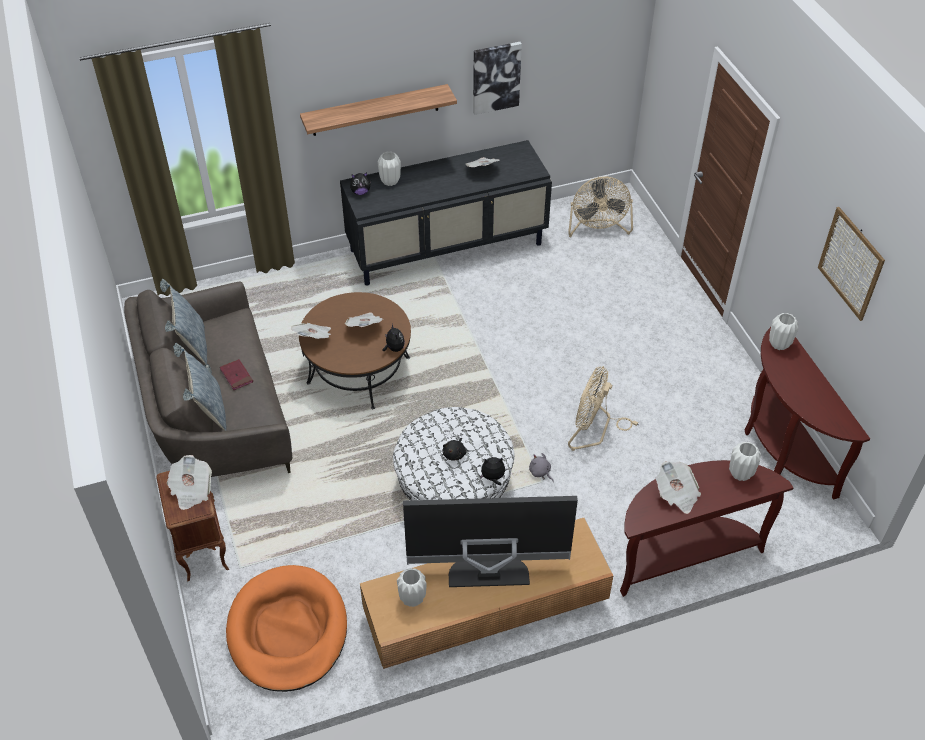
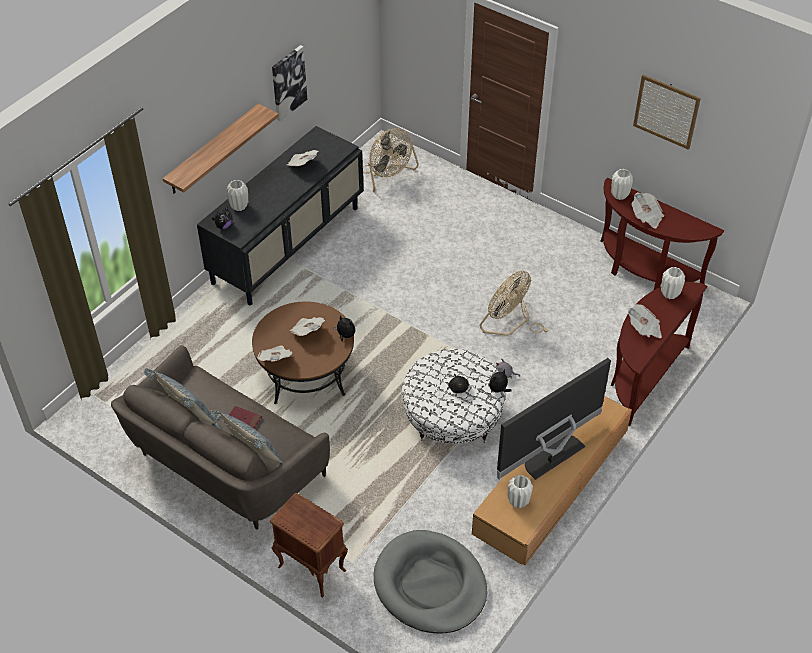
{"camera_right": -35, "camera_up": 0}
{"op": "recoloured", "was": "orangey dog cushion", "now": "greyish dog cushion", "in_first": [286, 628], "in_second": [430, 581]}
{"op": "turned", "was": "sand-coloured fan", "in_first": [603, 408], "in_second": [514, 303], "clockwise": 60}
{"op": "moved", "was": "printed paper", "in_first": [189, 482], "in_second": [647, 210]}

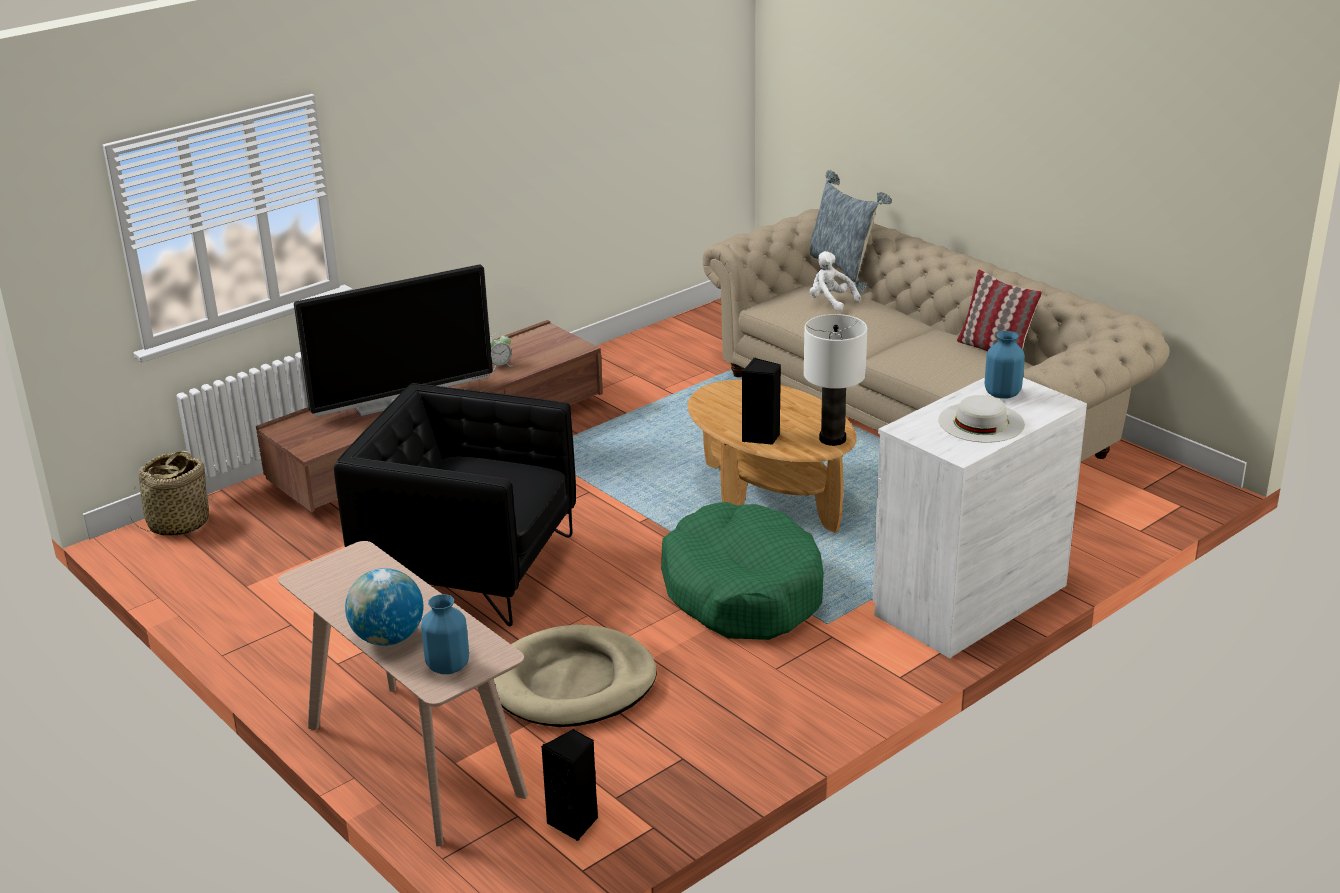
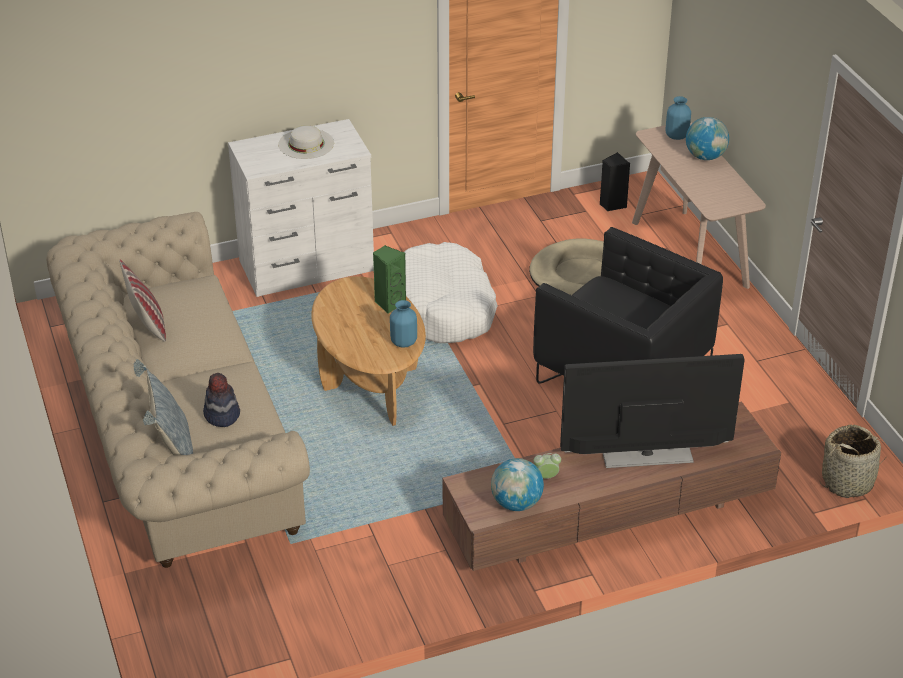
{"camera_right": -160, "camera_up": 10}
{"op": "replaced", "was": "white-coloured cuddly toy", "now": "clothing hat", "in_first": [835, 281], "in_second": [221, 400]}
{"op": "recoloured", "was": "black-coloured audio speaker", "now": "greenish audio speaker", "in_first": [761, 401], "in_second": [389, 280]}
{"op": "moved", "was": "bluish flower vase", "in_first": [1005, 365], "in_second": [403, 324]}
{"op": "recoloured", "was": "greenish dog cushion", "now": "white-coloured dog cushion", "in_first": [742, 571], "in_second": [451, 292]}
{"op": "added", "now": "desk globe", "in_second": [517, 484]}
{"op": "removed", "was": "white-coloured lamp for a table", "in_first": [835, 380]}

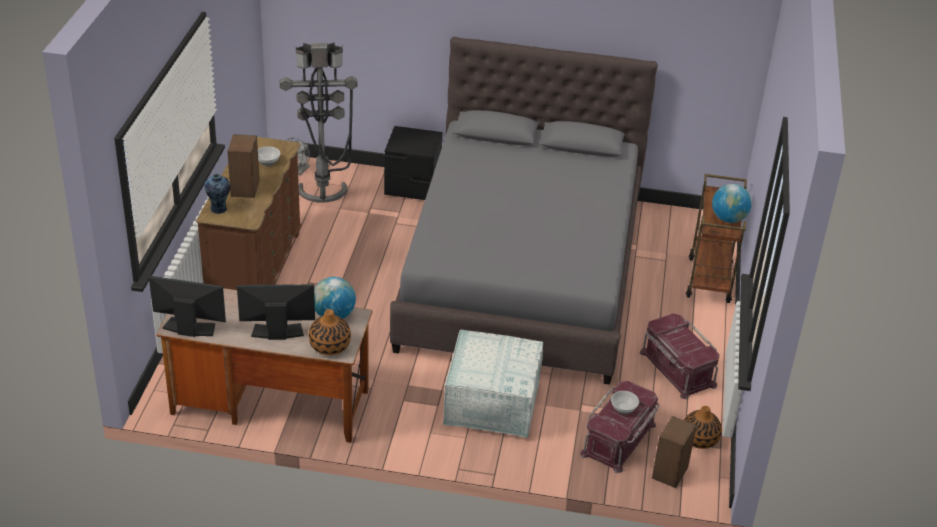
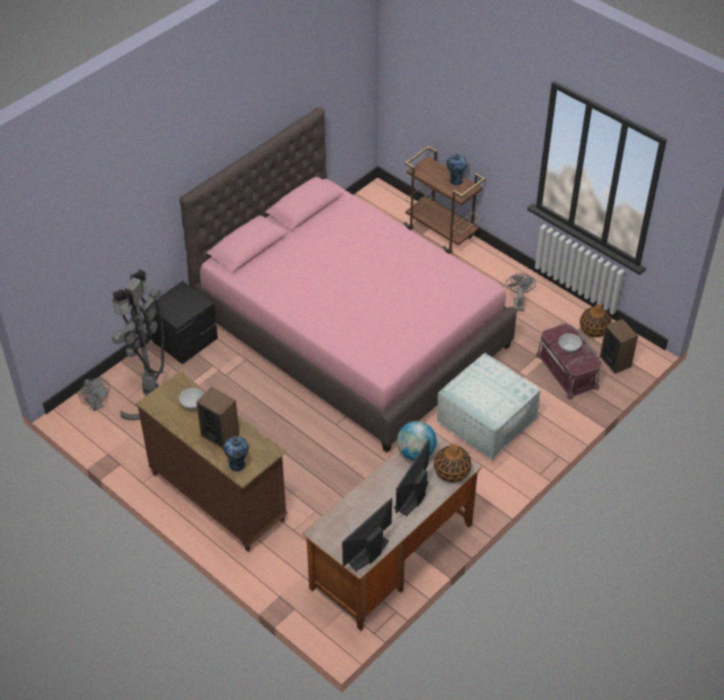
{"camera_right": -55, "camera_up": 10}
{"op": "recoloured", "was": "greyish bed", "now": "pink bed", "in_first": [524, 211], "in_second": [348, 279]}
{"op": "replaced", "was": "desk globe", "now": "flower vase", "in_first": [732, 203], "in_second": [457, 169]}
{"op": "replaced", "was": "red-coloured storage container", "now": "greyish fan", "in_first": [680, 356], "in_second": [521, 292]}

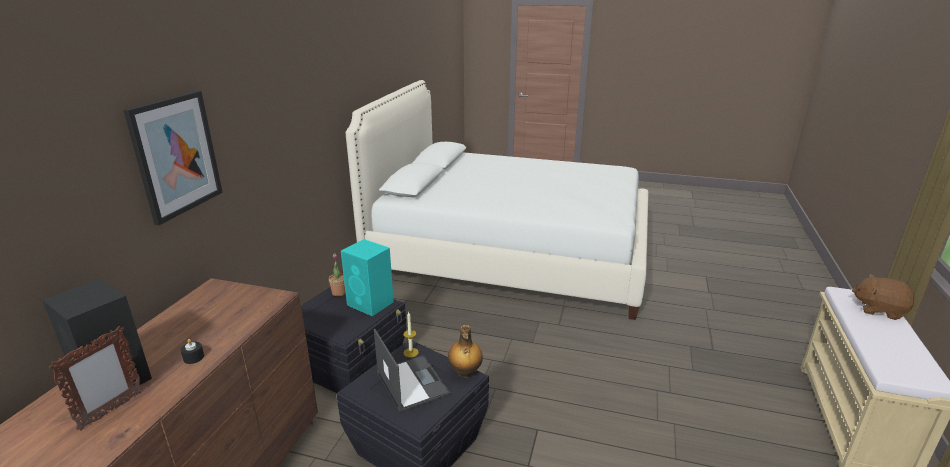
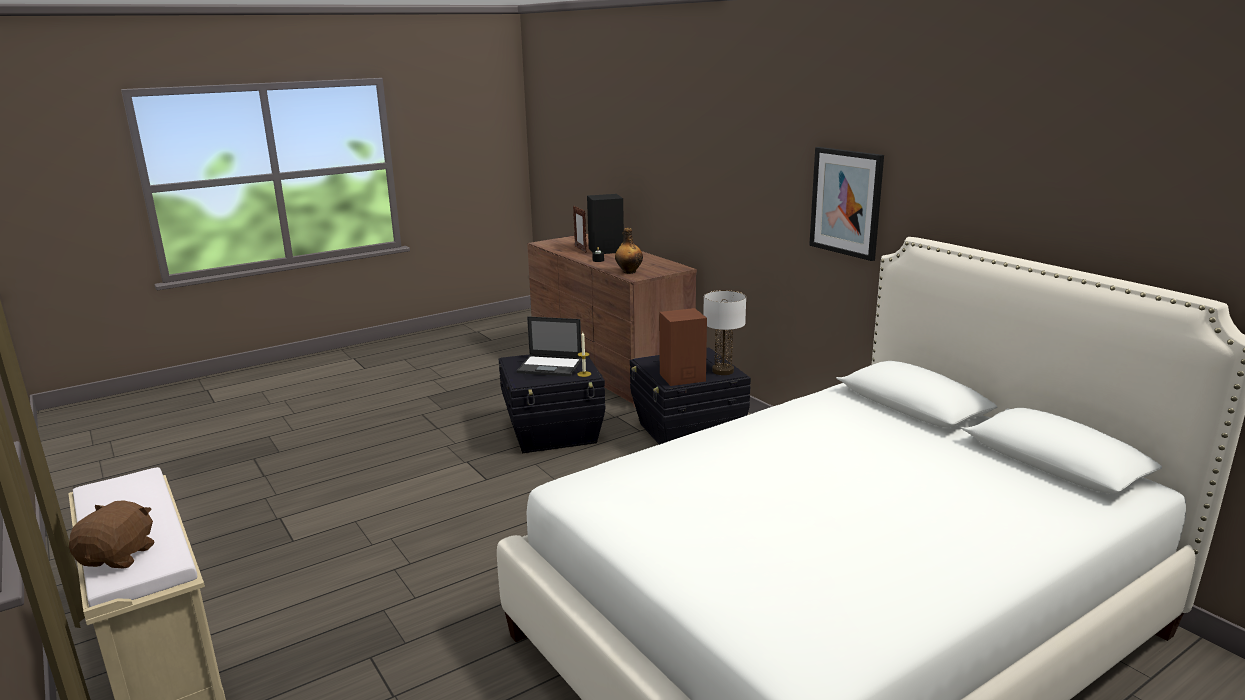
{"camera_right": 130, "camera_up": -5}
{"op": "turned", "was": "brown-coloured cuddly toy", "in_first": [883, 296], "in_second": [111, 534], "clockwise": -60}
{"op": "moved", "was": "drink bottle", "in_first": [465, 351], "in_second": [629, 251]}
{"op": "recoloured", "was": "turquoise audio speaker", "now": "brown-coloured audio speaker", "in_first": [367, 277], "in_second": [683, 347]}
{"op": "replaced", "was": "plant in a pot", "now": "lamp for a table", "in_first": [337, 274], "in_second": [724, 332]}
{"op": "moved", "was": "picture", "in_first": [173, 157], "in_second": [846, 204]}

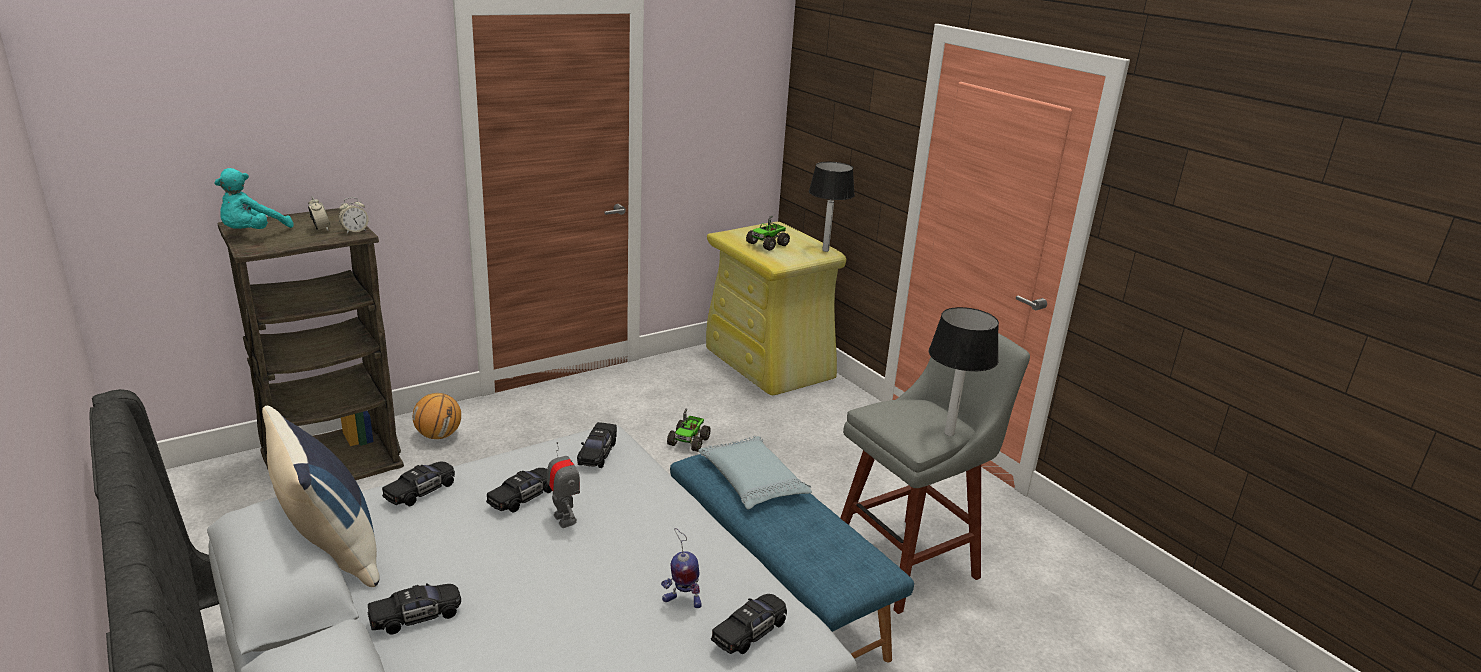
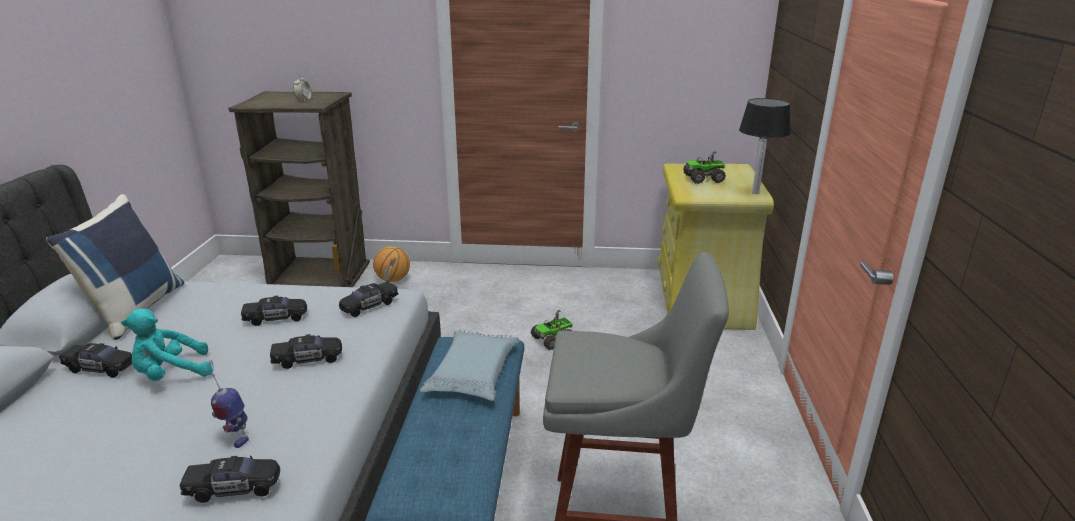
{"camera_right": 40, "camera_up": 0}
{"op": "moved", "was": "turquoise cuddly toy", "in_first": [254, 198], "in_second": [166, 345]}
{"op": "moved", "was": "black-coloured miniature car", "in_first": [418, 484], "in_second": [306, 351]}
{"op": "removed", "was": "table clock", "in_first": [354, 215]}
{"op": "removed", "was": "toy robot", "in_first": [563, 485]}
{"op": "removed", "was": "lamp for a table", "in_first": [964, 371]}

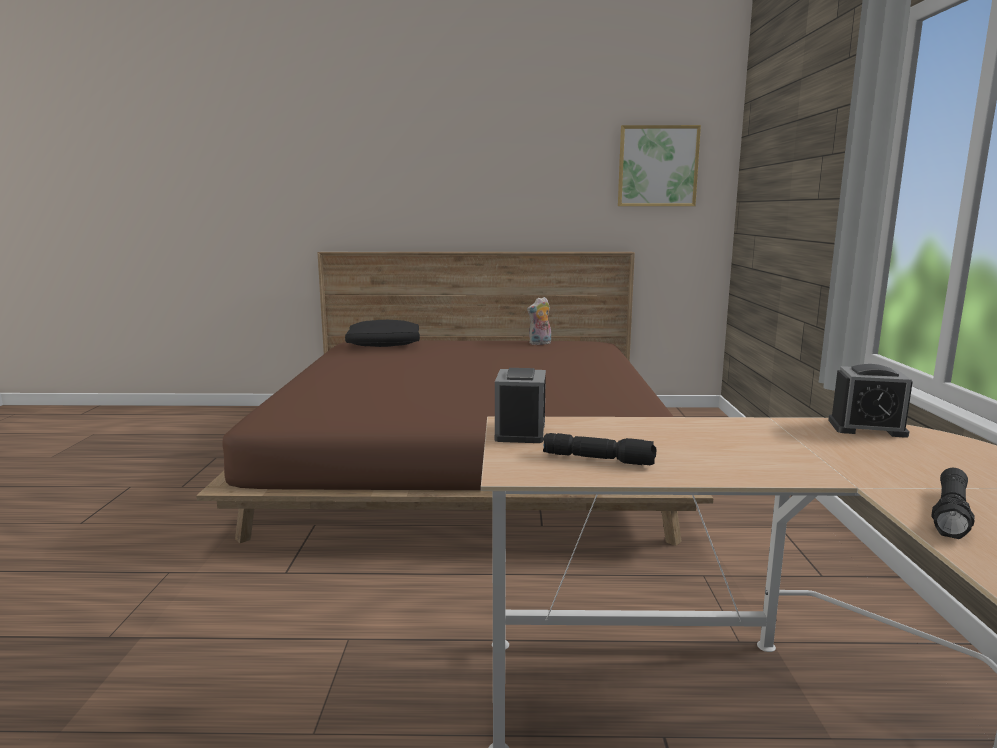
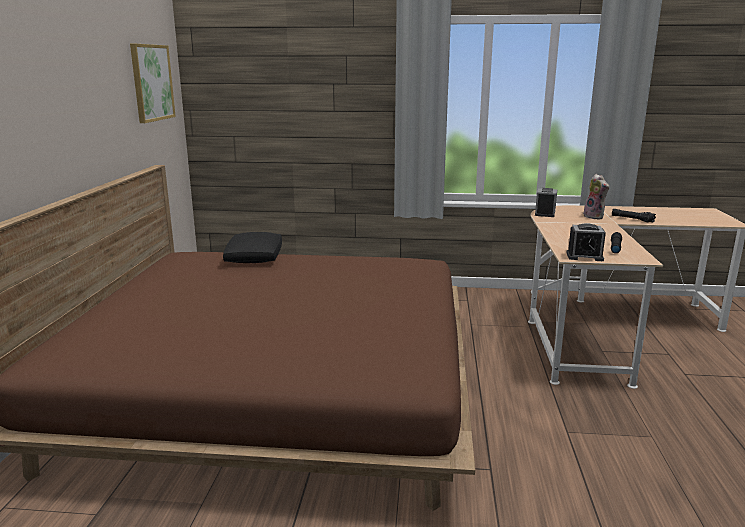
{"camera_right": -85, "camera_up": 5}
{"op": "moved", "was": "black-coloured cushion", "in_first": [382, 333], "in_second": [252, 247]}
{"op": "moved", "was": "cuddly toy", "in_first": [539, 321], "in_second": [596, 197]}

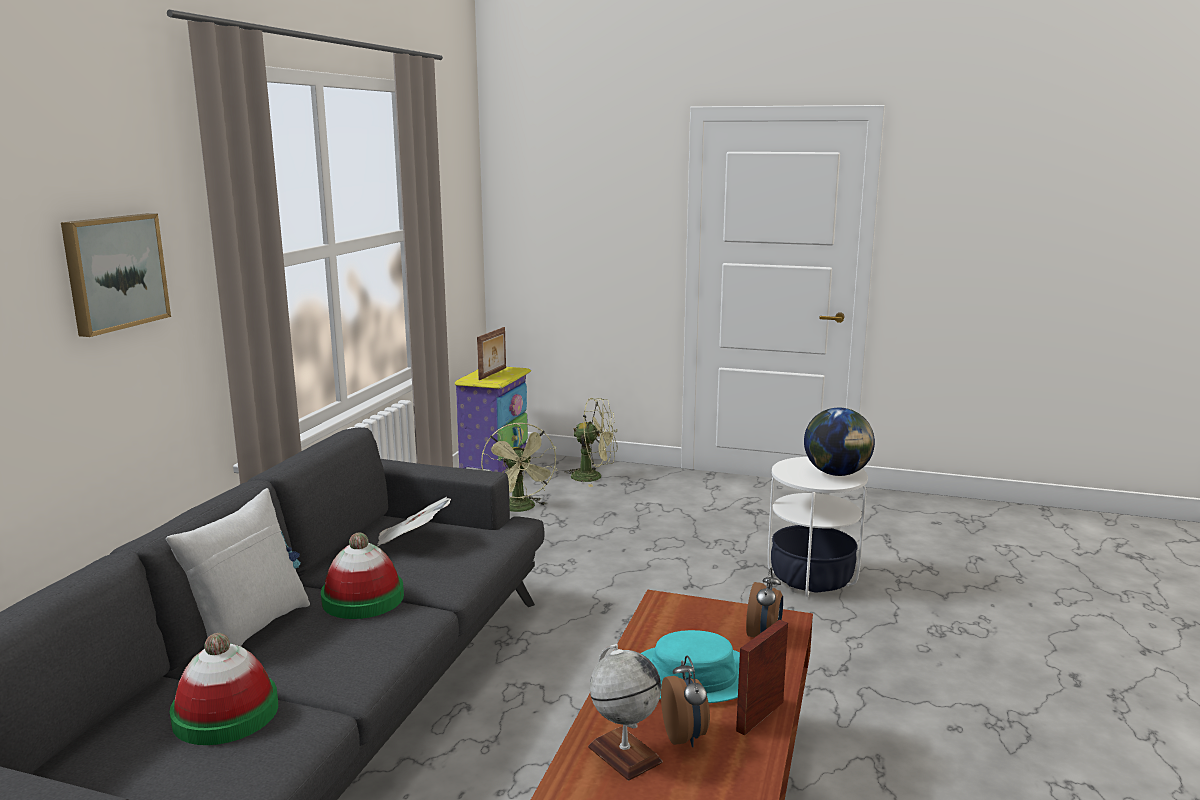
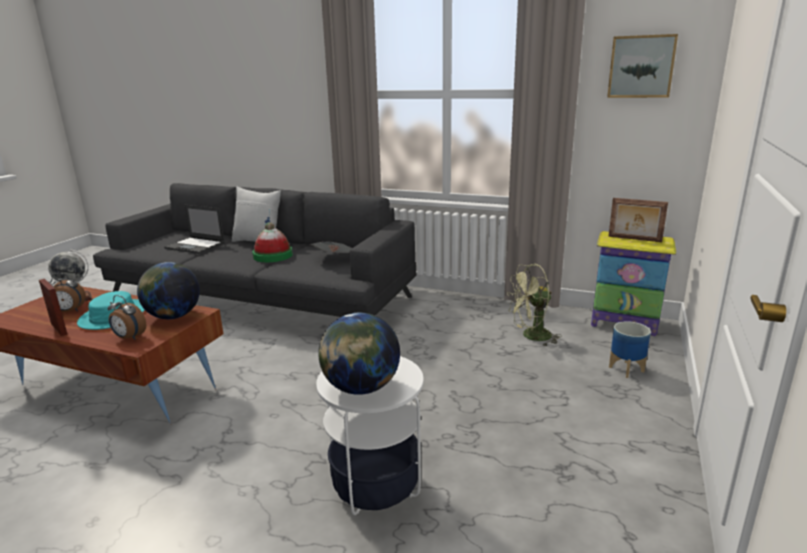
{"camera_right": 95, "camera_up": 5}
{"op": "added", "now": "desk globe", "in_second": [168, 290]}
{"op": "replaced", "was": "clothing hat", "now": "portable computer", "in_first": [224, 689], "in_second": [194, 229]}
{"op": "moved", "was": "picture", "in_first": [116, 275], "in_second": [642, 66]}
{"op": "replaced", "was": "greenish fan", "now": "flower pot", "in_first": [591, 442], "in_second": [630, 349]}

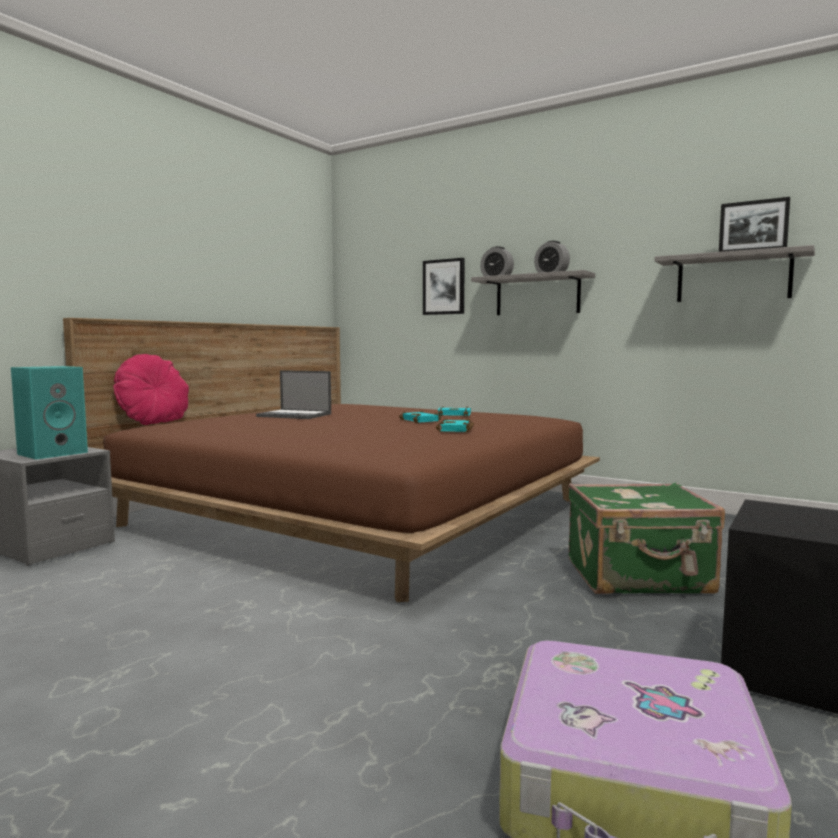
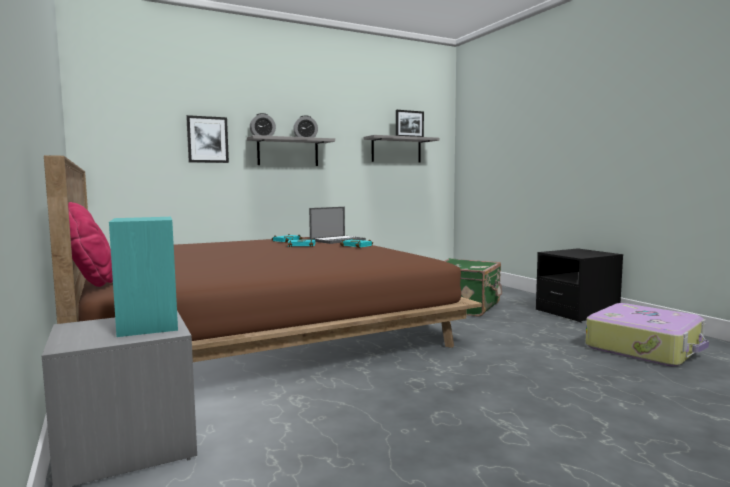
{"camera_right": -60, "camera_up": 0}
{"op": "moved", "was": "portable computer", "in_first": [293, 394], "in_second": [337, 225]}

